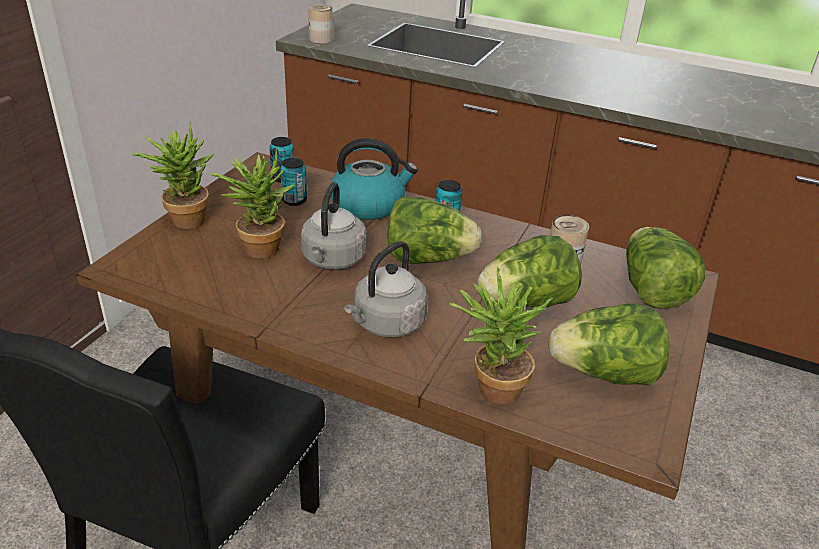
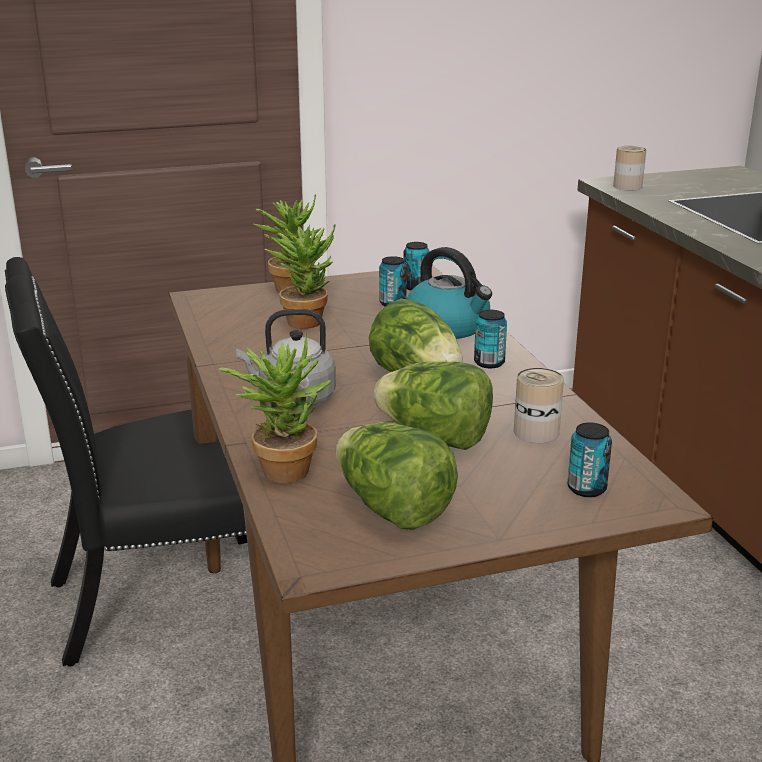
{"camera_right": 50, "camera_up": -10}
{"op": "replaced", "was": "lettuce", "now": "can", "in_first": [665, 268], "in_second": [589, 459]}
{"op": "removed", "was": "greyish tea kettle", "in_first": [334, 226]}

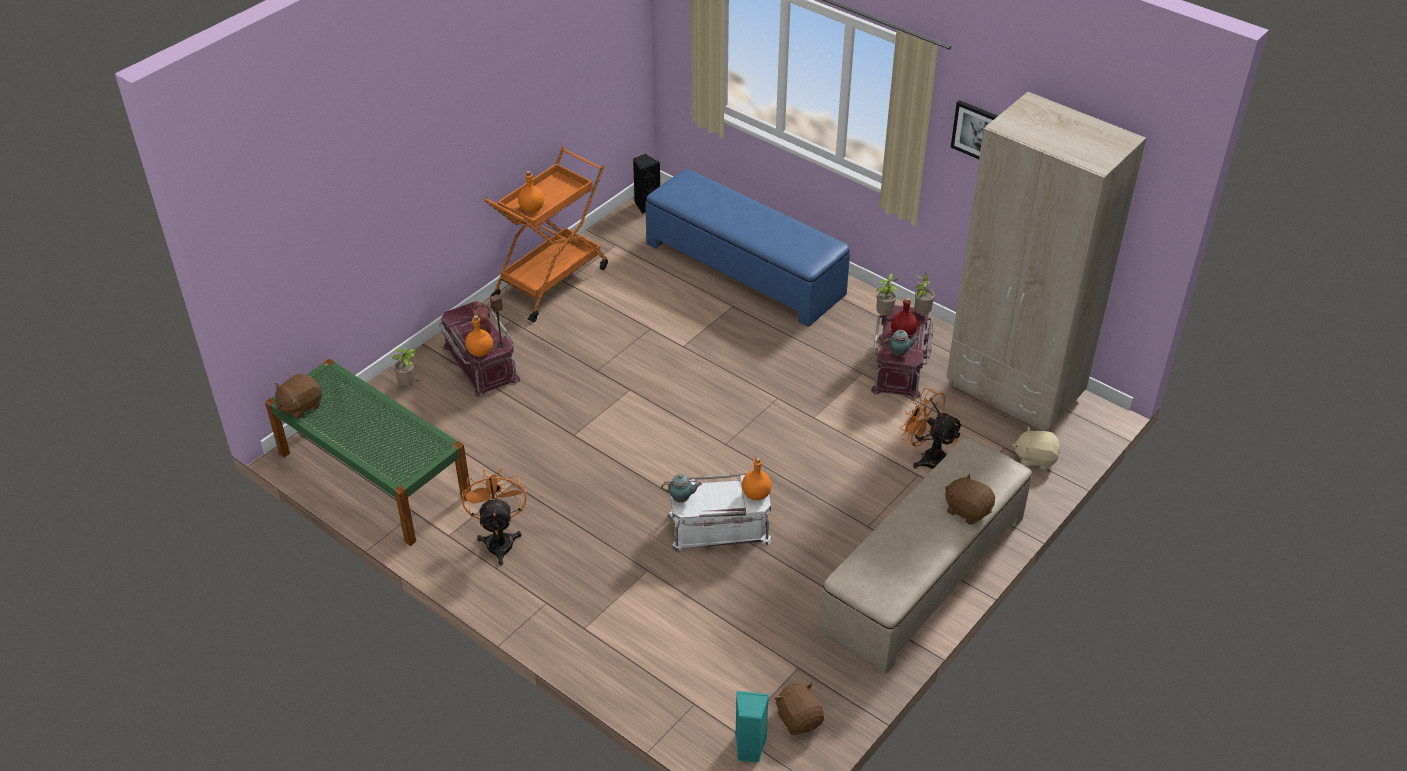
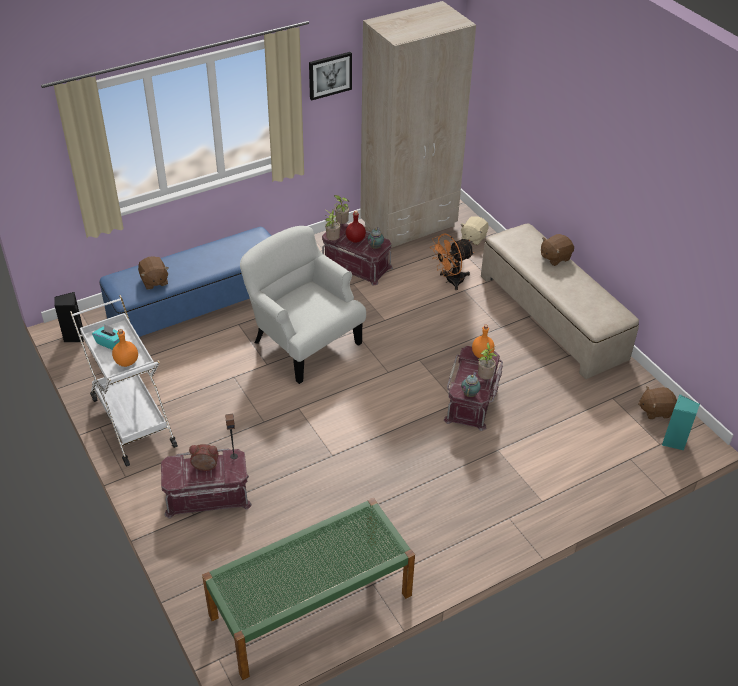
{"camera_right": -70, "camera_up": 0}
{"op": "recoloured", "was": "orangey cart", "now": "white-coloured cart", "in_first": [545, 234], "in_second": [124, 381]}
{"op": "added", "now": "turquoise tissue holder", "in_second": [106, 337]}
{"op": "moved", "was": "brown-coloured cuddly toy", "in_first": [298, 396], "in_second": [153, 273]}
{"op": "added", "now": "white-coloured easy chair", "in_second": [303, 305]}
{"op": "recoloured", "was": "white-coloured storage container", "now": "red-coloured storage container", "in_first": [720, 512], "in_second": [473, 388]}
{"op": "moved", "was": "plant in a pot", "in_first": [405, 367], "in_second": [487, 360]}
{"op": "removed", "was": "orangey fan", "in_first": [494, 516]}
{"op": "removed", "was": "orangey drink bottle", "in_first": [479, 336]}

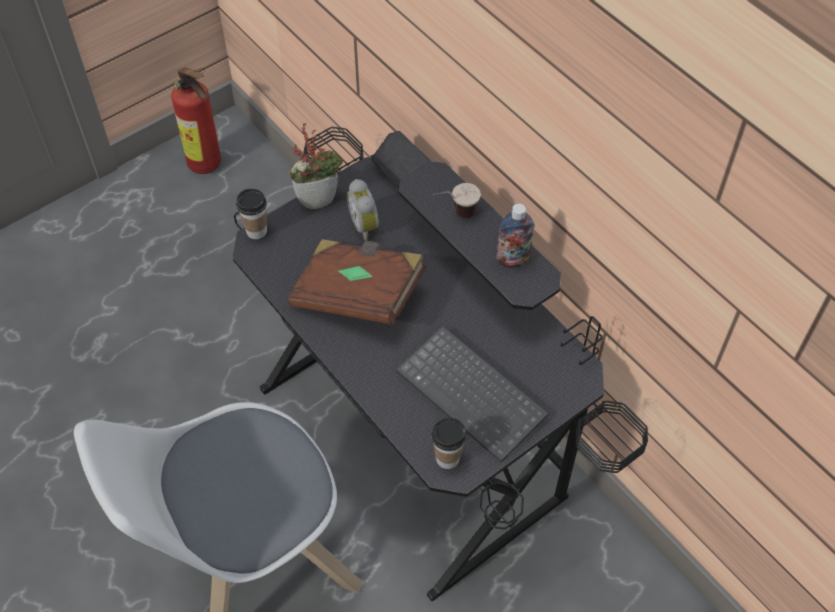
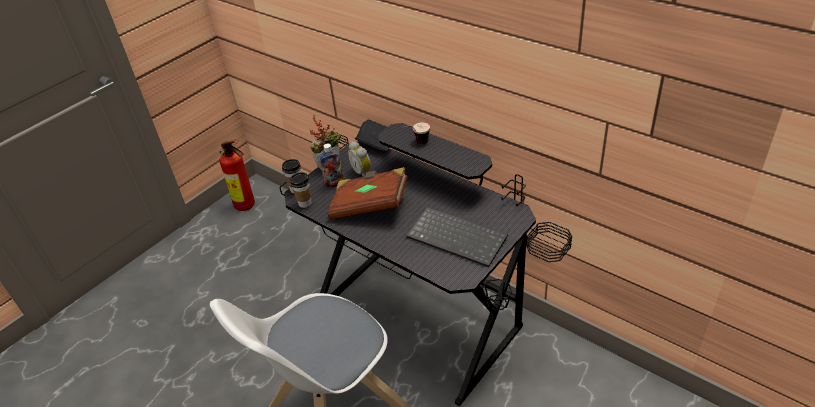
{"camera_right": -10, "camera_up": -15}
{"op": "moved", "was": "small cup", "in_first": [448, 443], "in_second": [301, 190]}
{"op": "moved", "was": "drink bottle", "in_first": [515, 236], "in_second": [331, 165]}

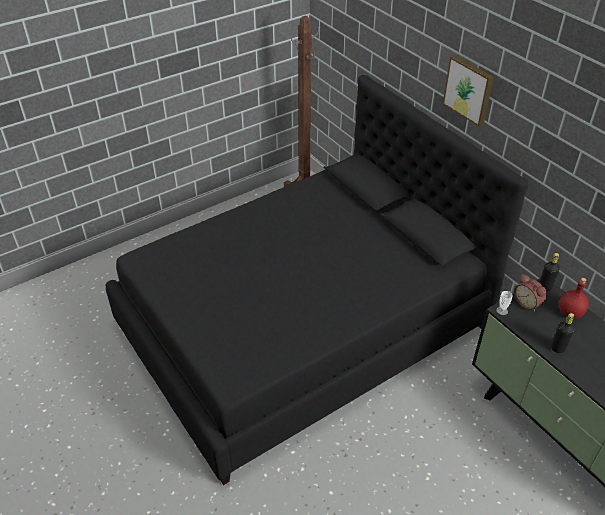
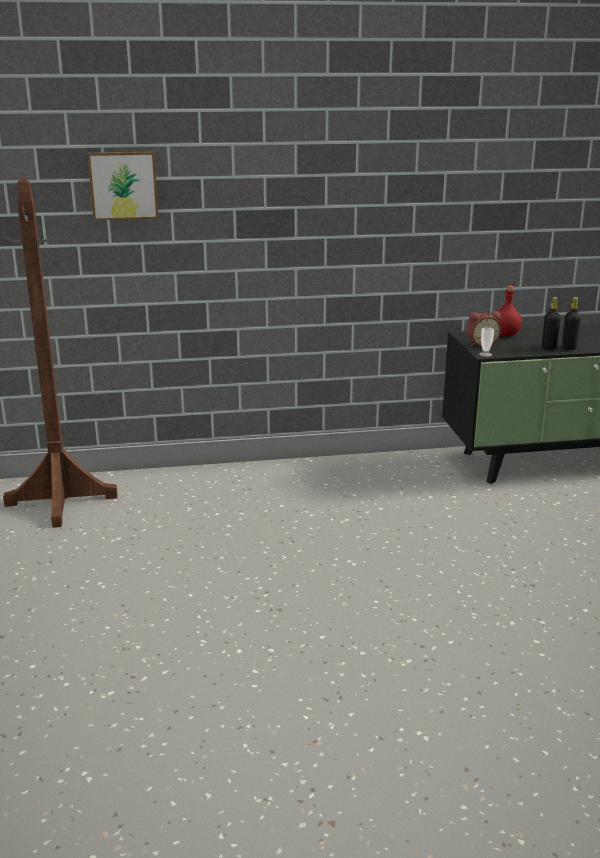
{"camera_right": -65, "camera_up": -20}
{"op": "moved", "was": "picture", "in_first": [468, 90], "in_second": [123, 185]}
{"op": "moved", "was": "black-coloured drink bottle", "in_first": [549, 272], "in_second": [571, 323]}
{"op": "removed", "was": "black-coloured bed", "in_first": [317, 280]}

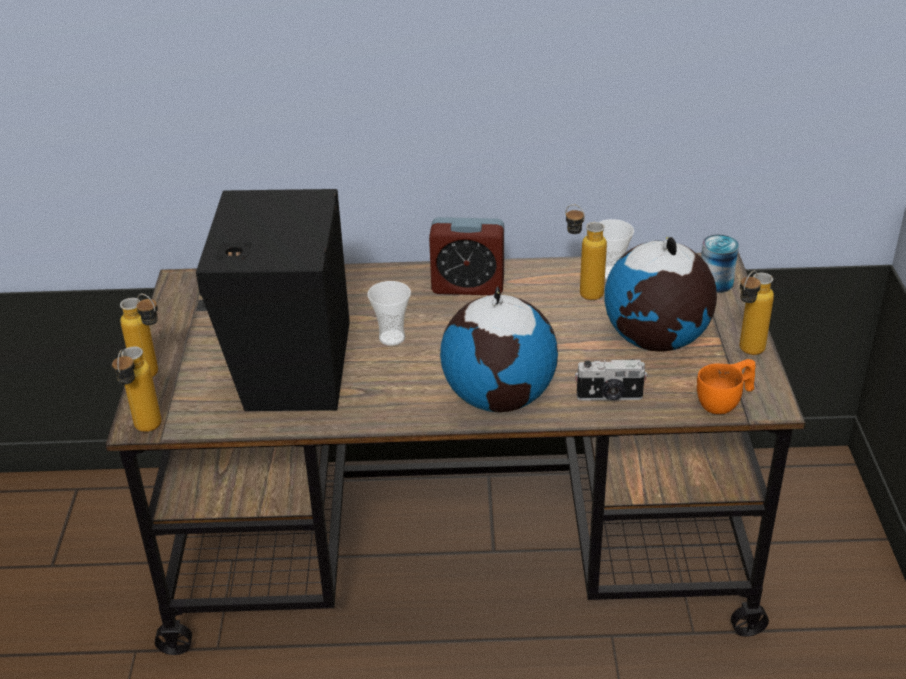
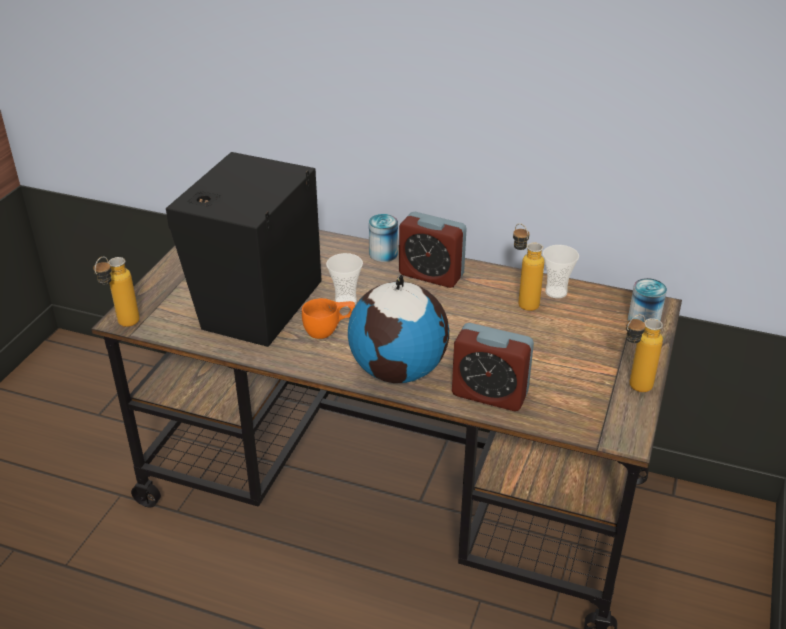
{"camera_right": 20, "camera_up": 0}
{"op": "moved", "was": "orangey small cup", "in_first": [726, 386], "in_second": [328, 318]}
{"op": "added", "now": "can", "in_second": [383, 238]}
{"op": "replaced", "was": "photo camera", "now": "table clock", "in_first": [611, 379], "in_second": [493, 367]}
{"op": "removed", "was": "drink bottle", "in_first": [139, 335]}
{"op": "removed", "was": "desk globe", "in_first": [660, 294]}

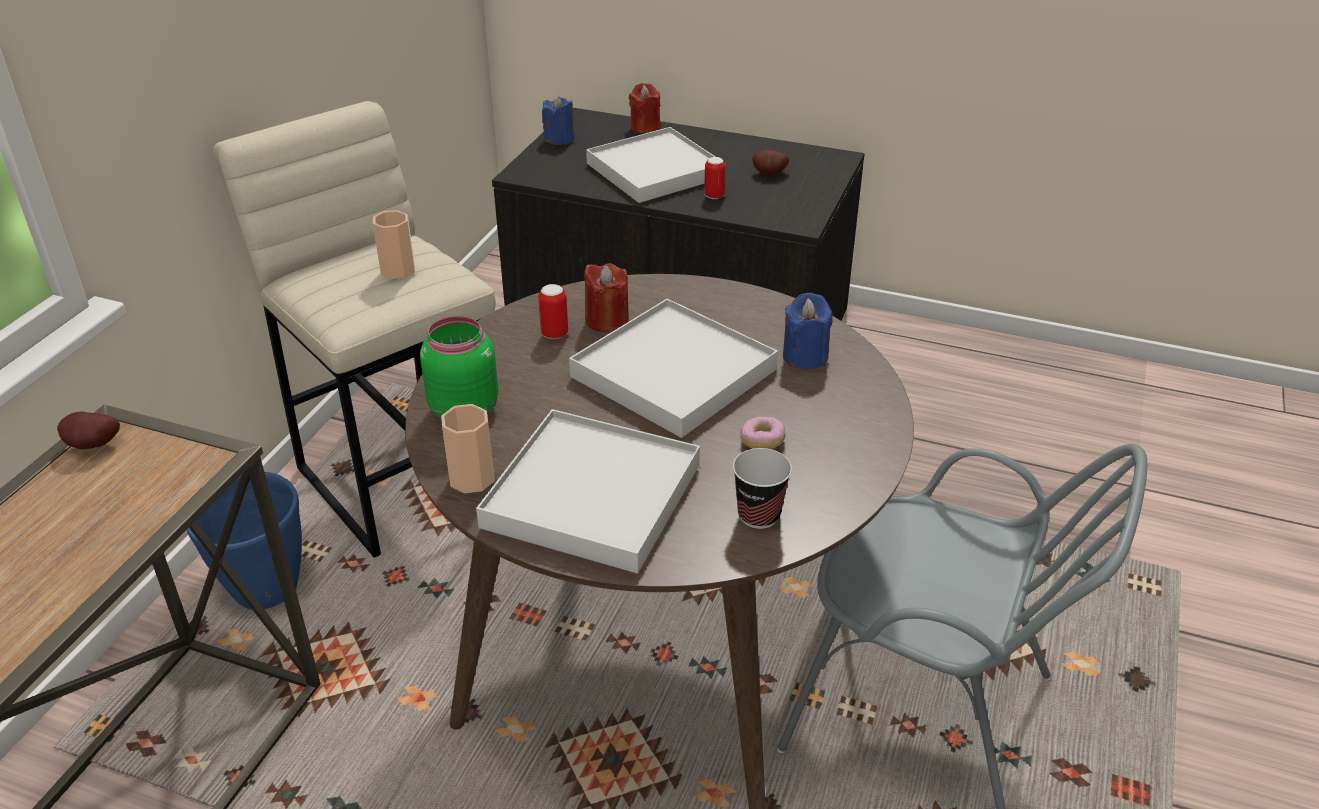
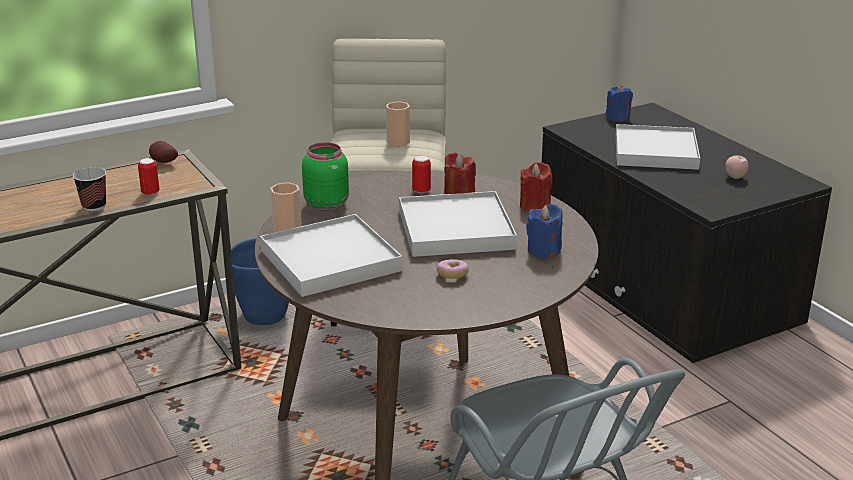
{"camera_right": 40, "camera_up": -10}
{"op": "moved", "was": "small cup", "in_first": [762, 488], "in_second": [89, 189]}
{"op": "moved", "was": "can", "in_first": [714, 178], "in_second": [148, 177]}
{"op": "moved", "was": "red-coloured wax candle", "in_first": [644, 108], "in_second": [536, 187]}
{"op": "replaced", "was": "potato", "now": "apple", "in_first": [770, 162], "in_second": [736, 167]}

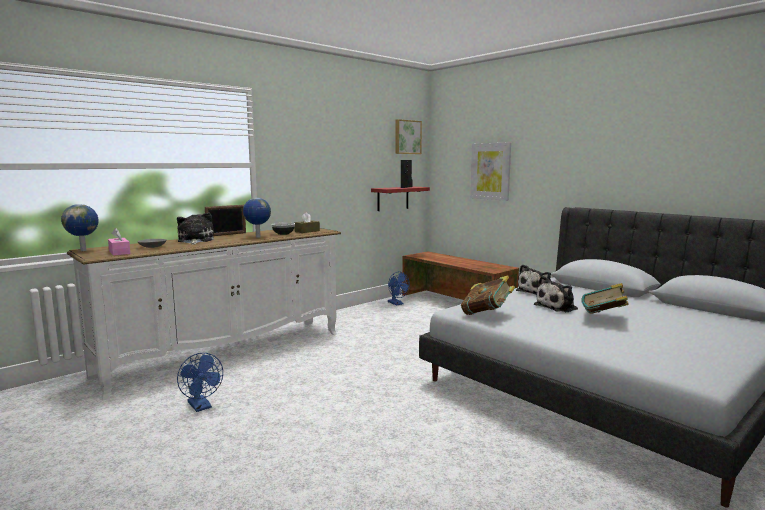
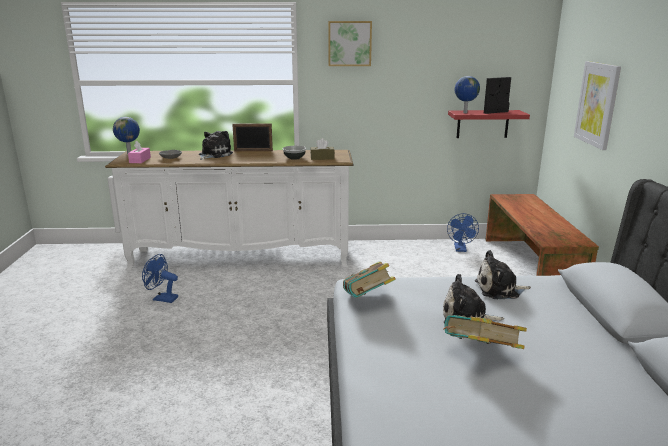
{"camera_right": 40, "camera_up": 10}
{"op": "turned", "was": "bluish fan", "in_first": [200, 382], "in_second": [160, 278], "clockwise": 105}
{"op": "moved", "was": "picture", "in_first": [408, 136], "in_second": [350, 43]}
{"op": "moved", "was": "desk globe", "in_first": [257, 218], "in_second": [467, 94]}

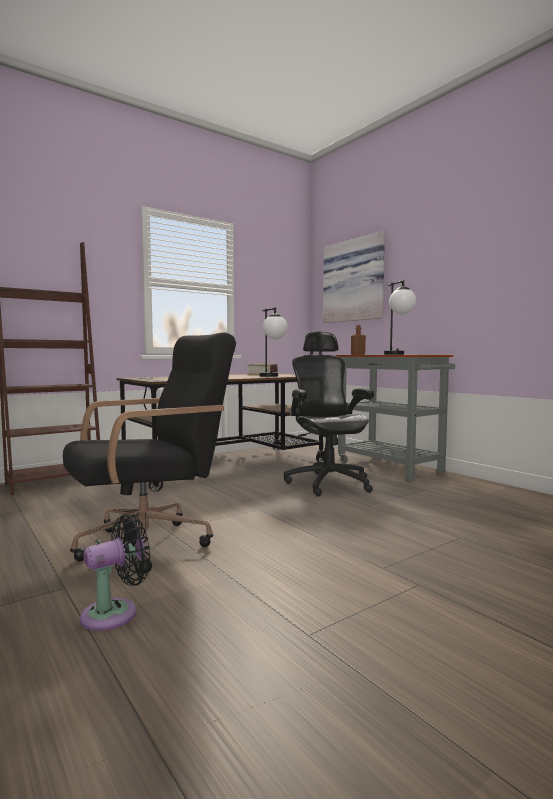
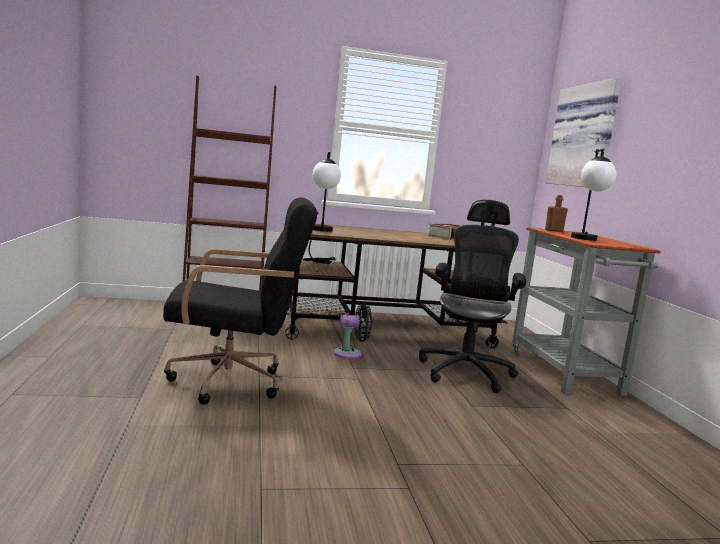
{"camera_right": 25, "camera_up": 5}
{"op": "moved", "was": "lamp for a table", "in_first": [273, 342], "in_second": [327, 192]}
{"op": "moved", "was": "black-coloured fan", "in_first": [115, 572], "in_second": [352, 331]}

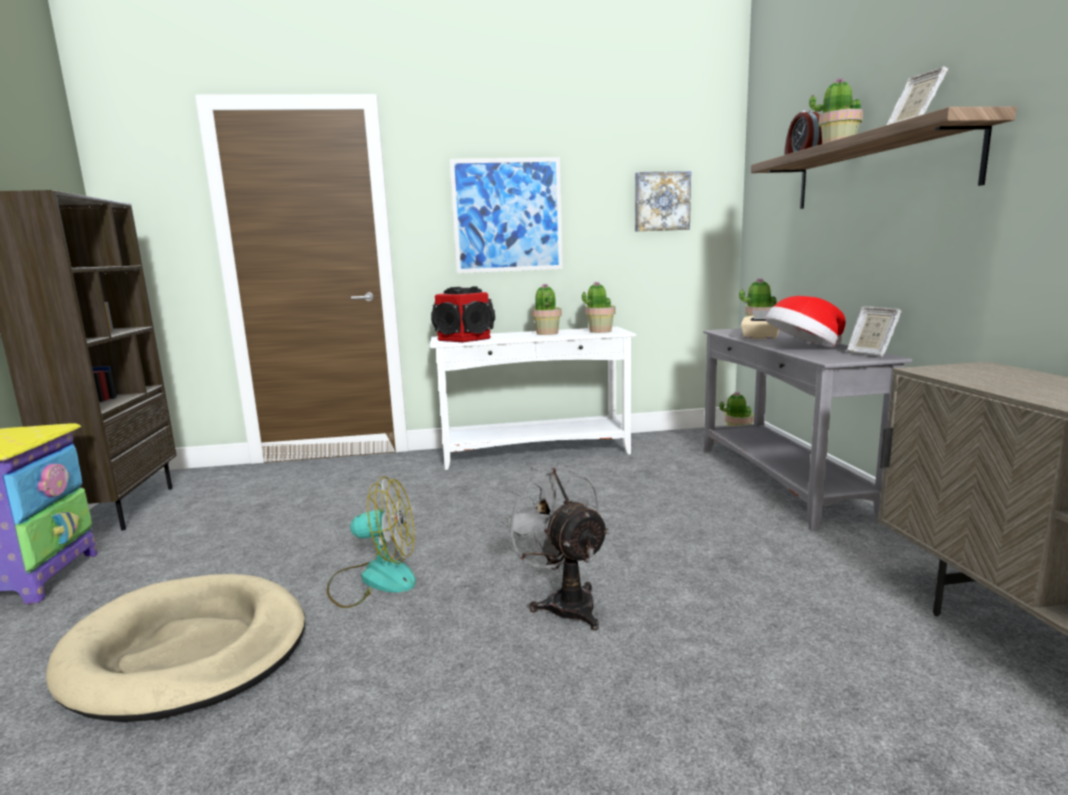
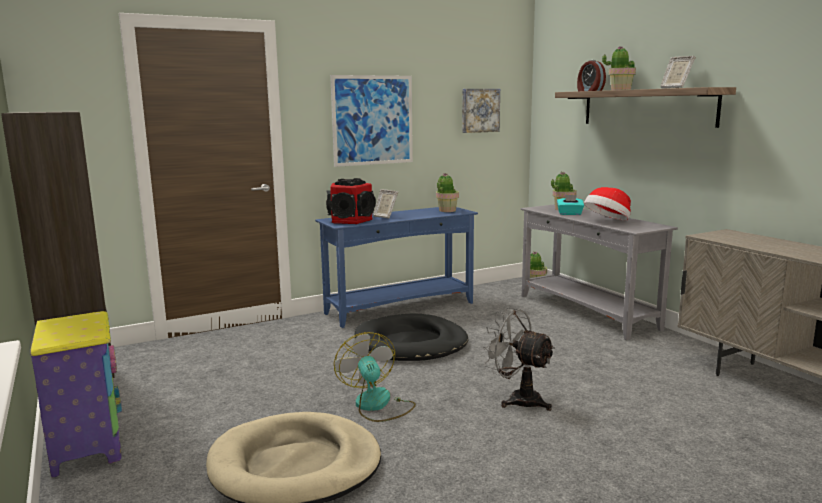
{"camera_right": -20, "camera_up": 0}
{"op": "recoloured", "was": "white-coloured narrow table", "now": "bluish narrow table", "in_first": [533, 398], "in_second": [396, 267]}
{"op": "turned", "was": "fan", "in_first": [371, 542], "in_second": [375, 377], "clockwise": -90}
{"op": "added", "now": "black-coloured dog cushion", "in_second": [411, 337]}
{"op": "moved", "was": "photo frame", "in_first": [874, 331], "in_second": [385, 203]}
{"op": "recoloured", "was": "sand-coloured tissue holder", "now": "turquoise tissue holder", "in_first": [760, 325], "in_second": [570, 205]}
{"op": "removed", "was": "plant in a pot", "in_first": [547, 309]}

